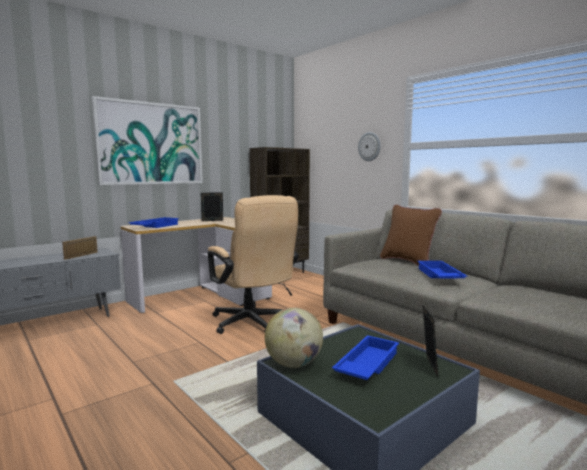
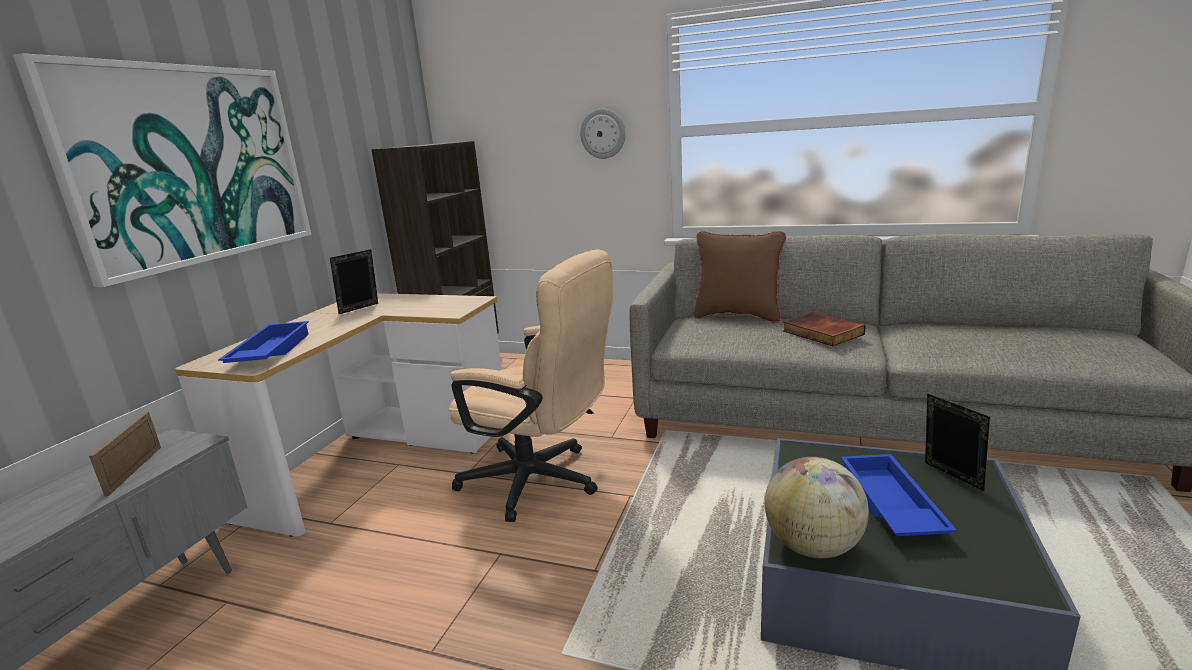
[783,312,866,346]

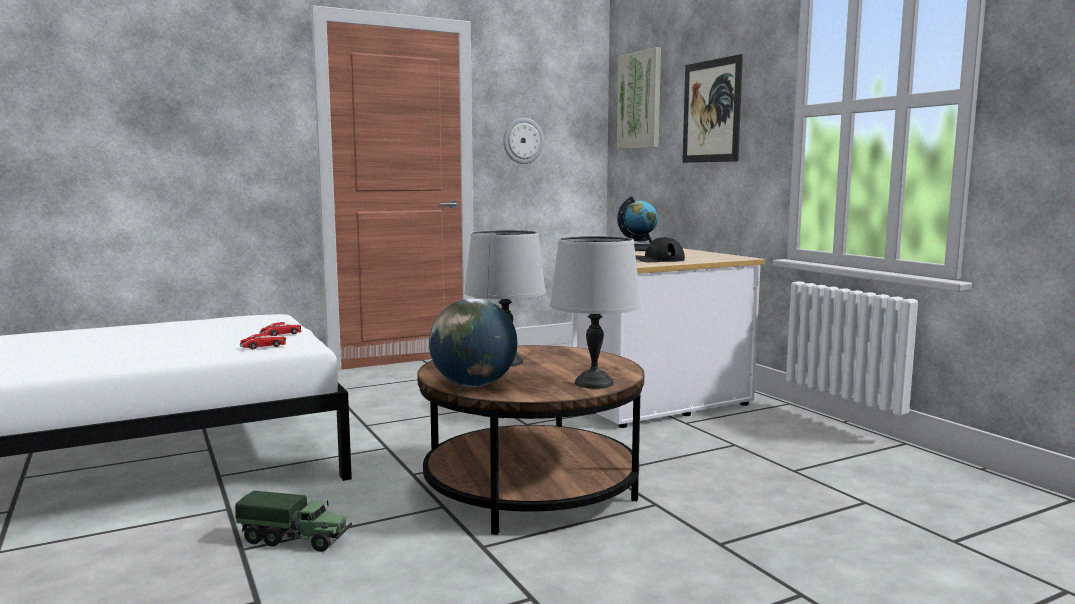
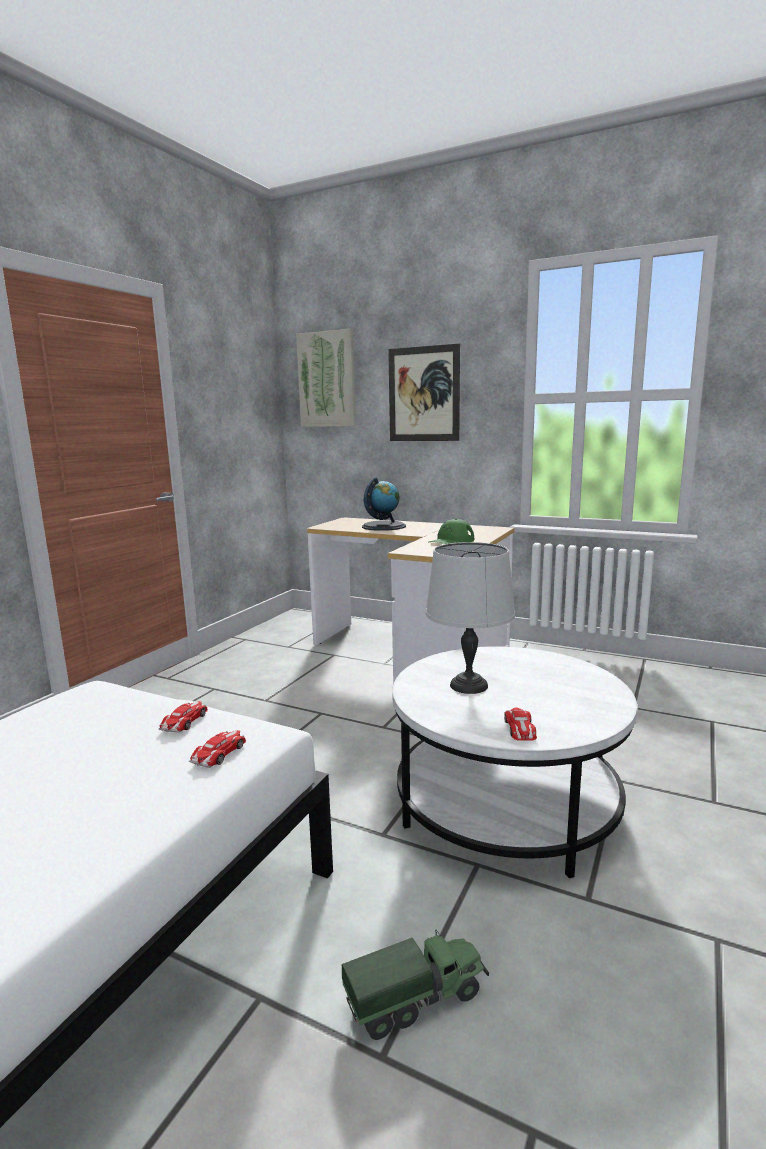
[392,646,637,878]
[429,519,474,544]
[504,707,537,741]
[503,118,544,164] (first image)
[550,236,641,389] (first image)

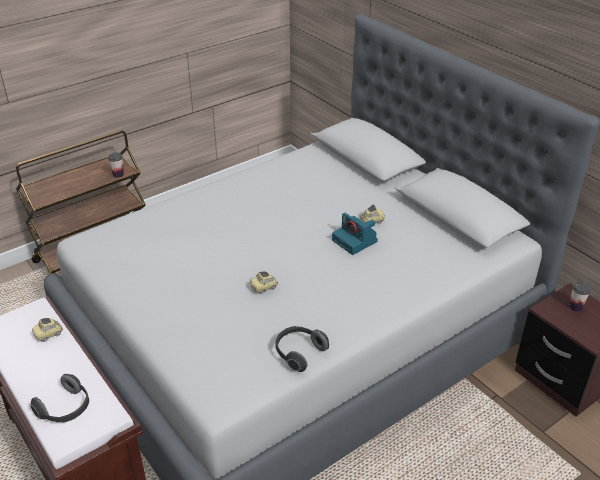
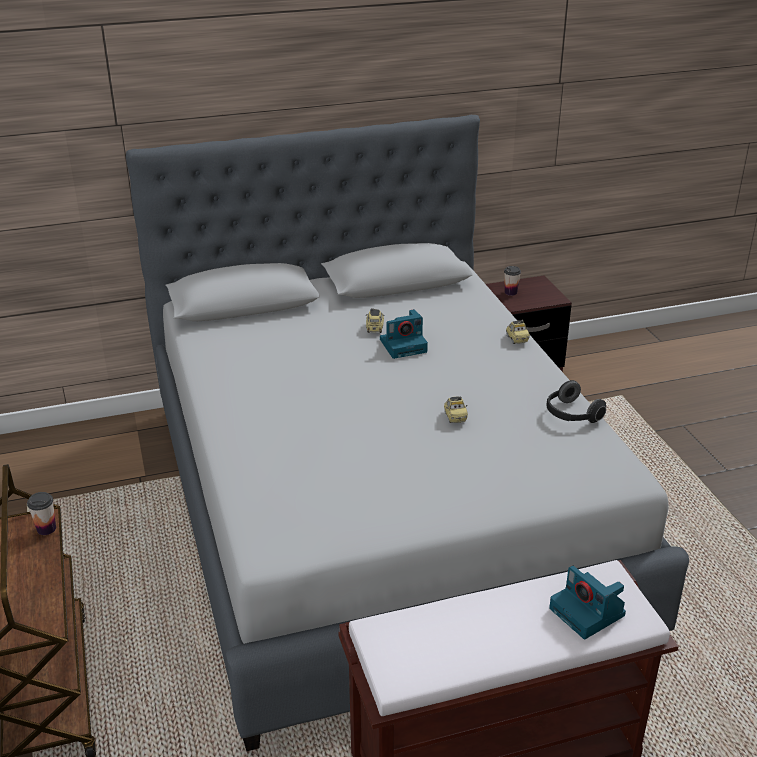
[506,320,530,344]
[549,566,626,639]

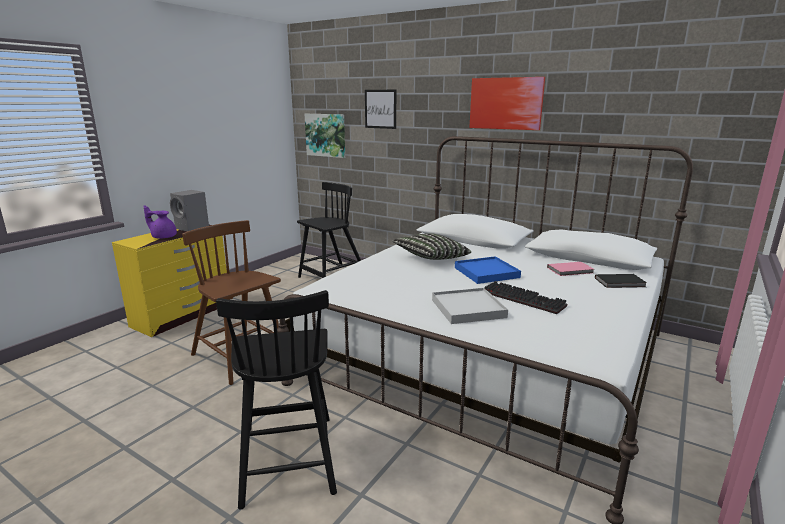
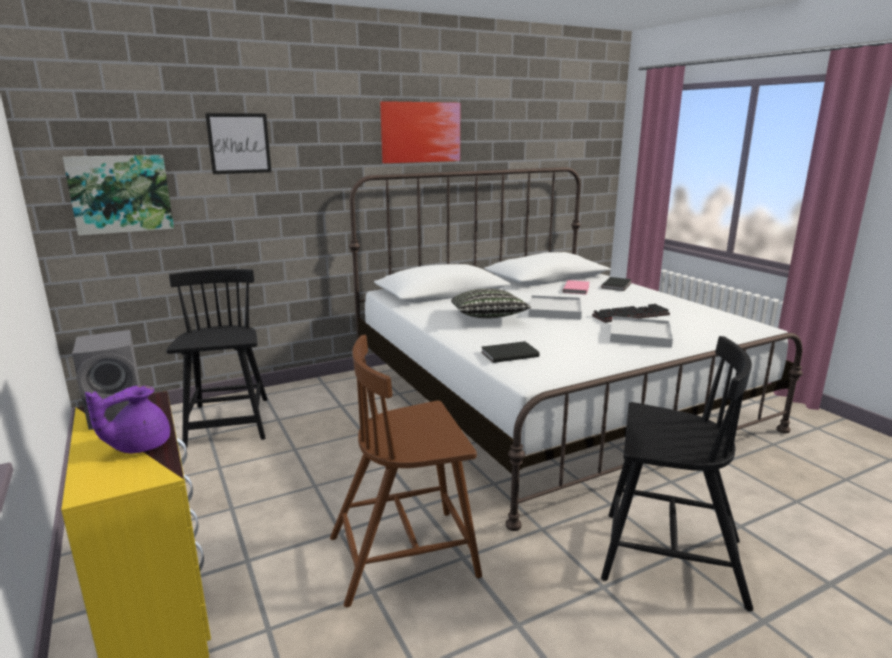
[481,341,539,363]
[528,295,582,320]

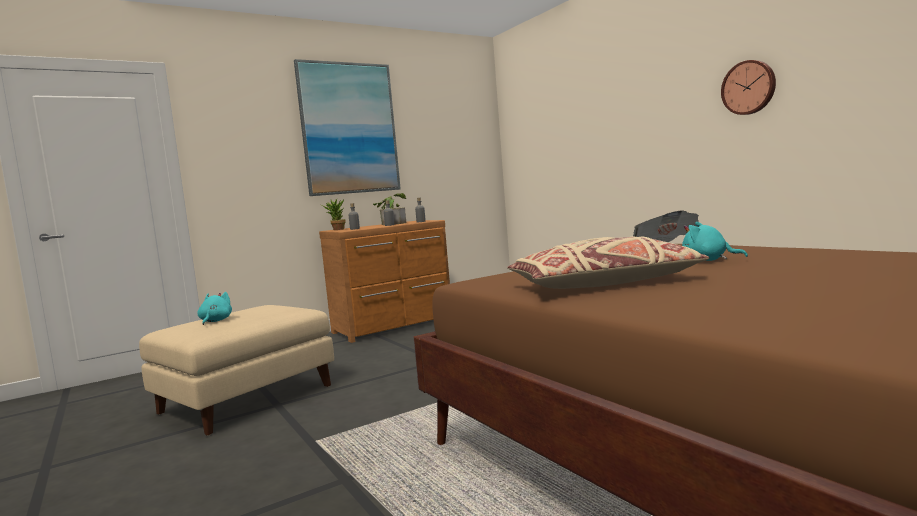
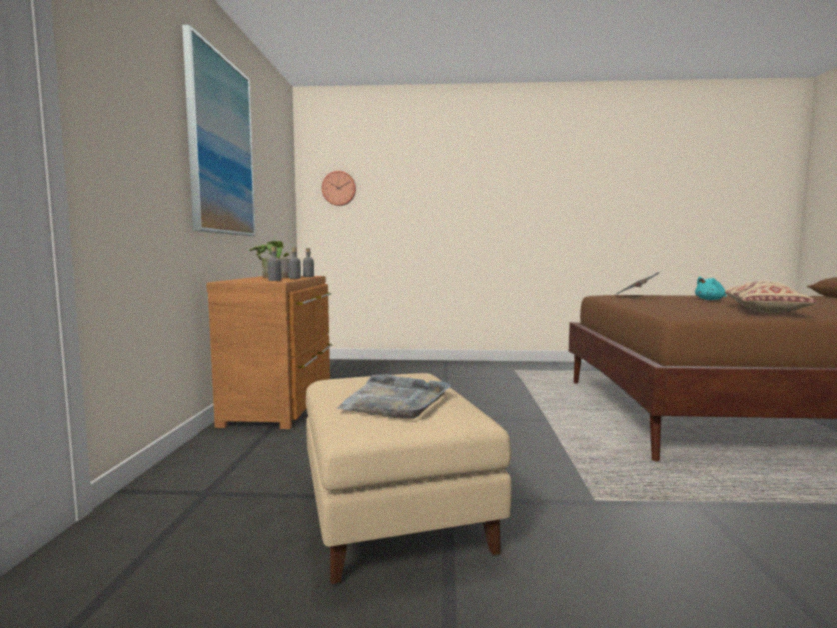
[322,171,356,206]
[336,374,452,419]
[321,198,346,230] (first image)

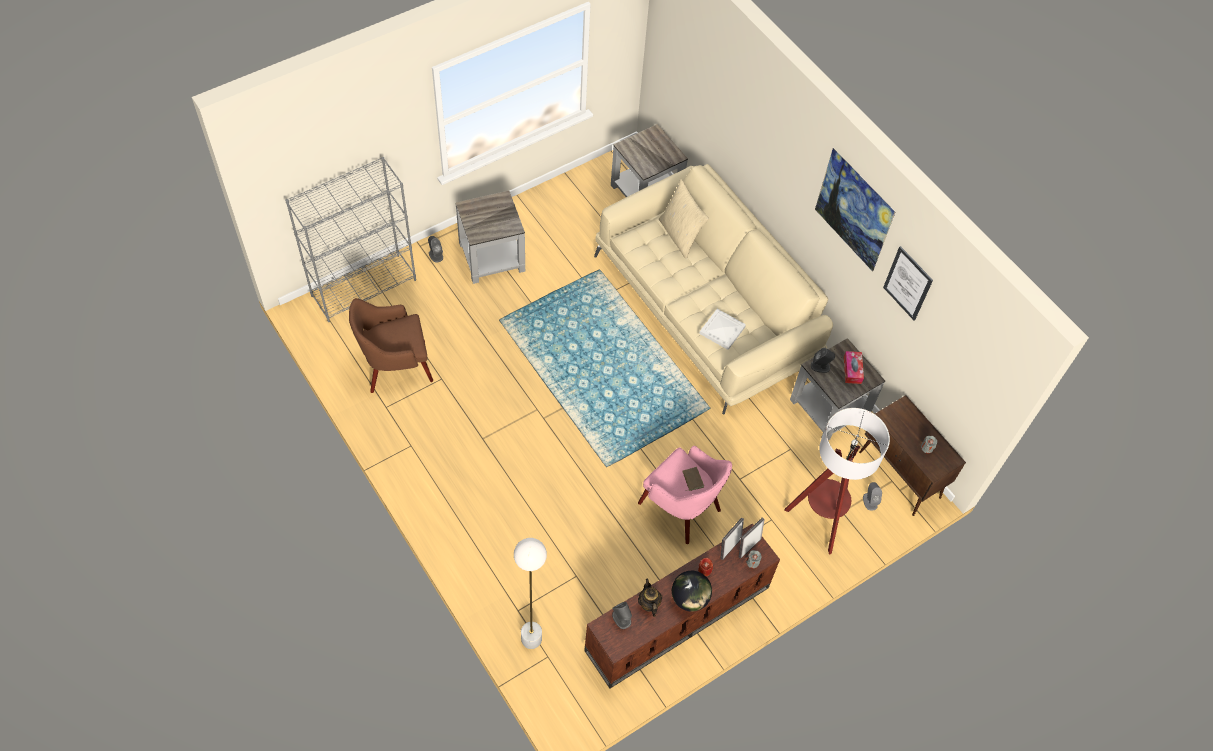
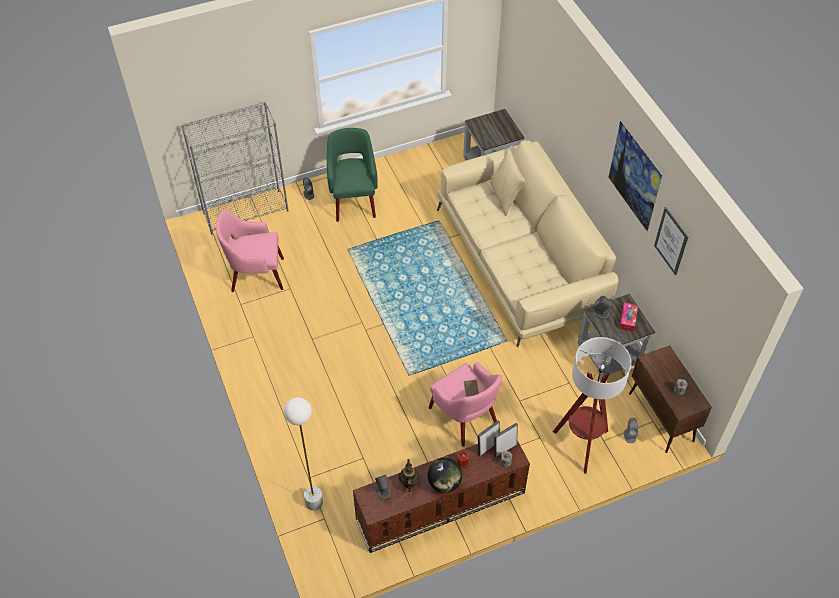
[216,210,284,292]
[327,128,378,222]
[699,309,746,350] (first image)

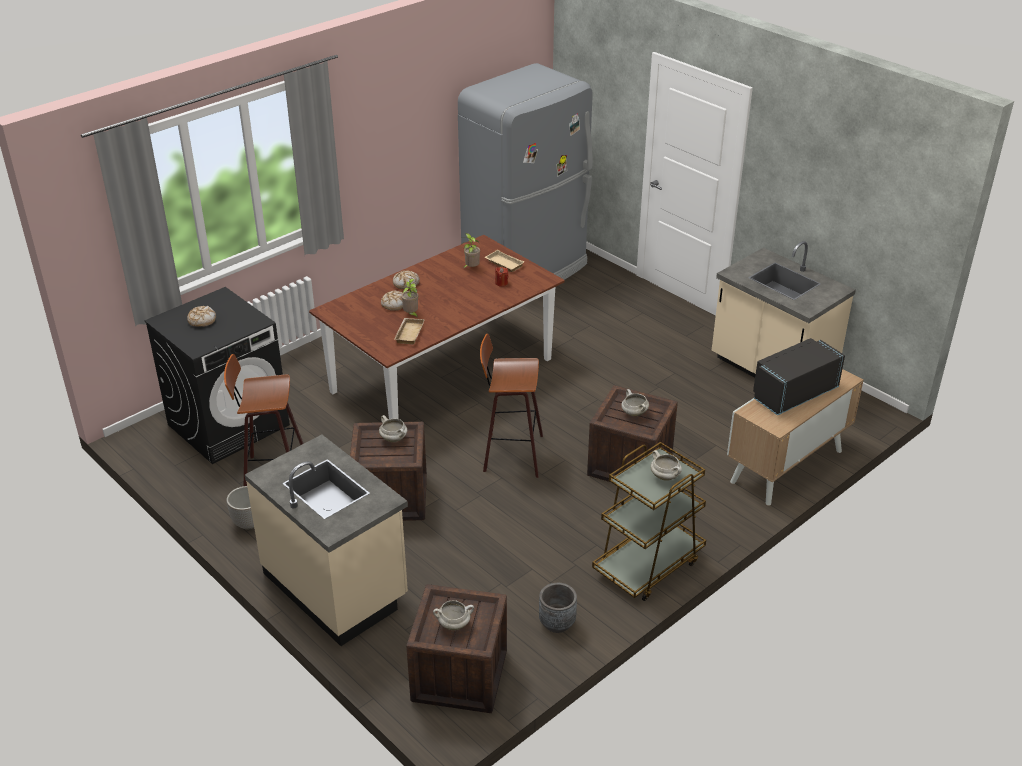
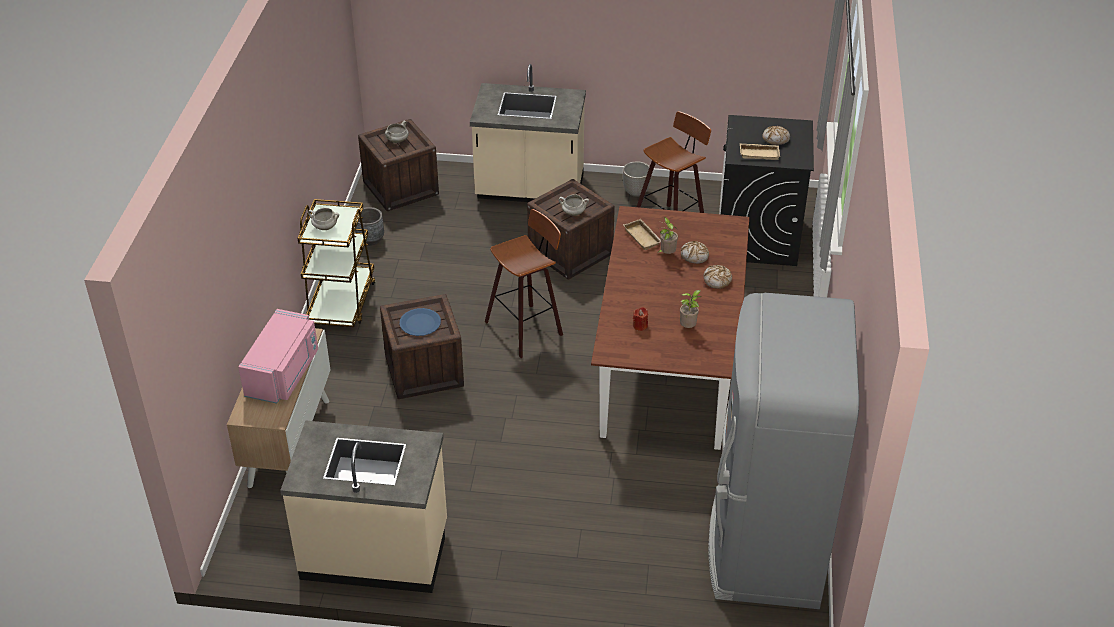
[238,309,318,404]
[400,308,441,336]
[740,143,780,160]

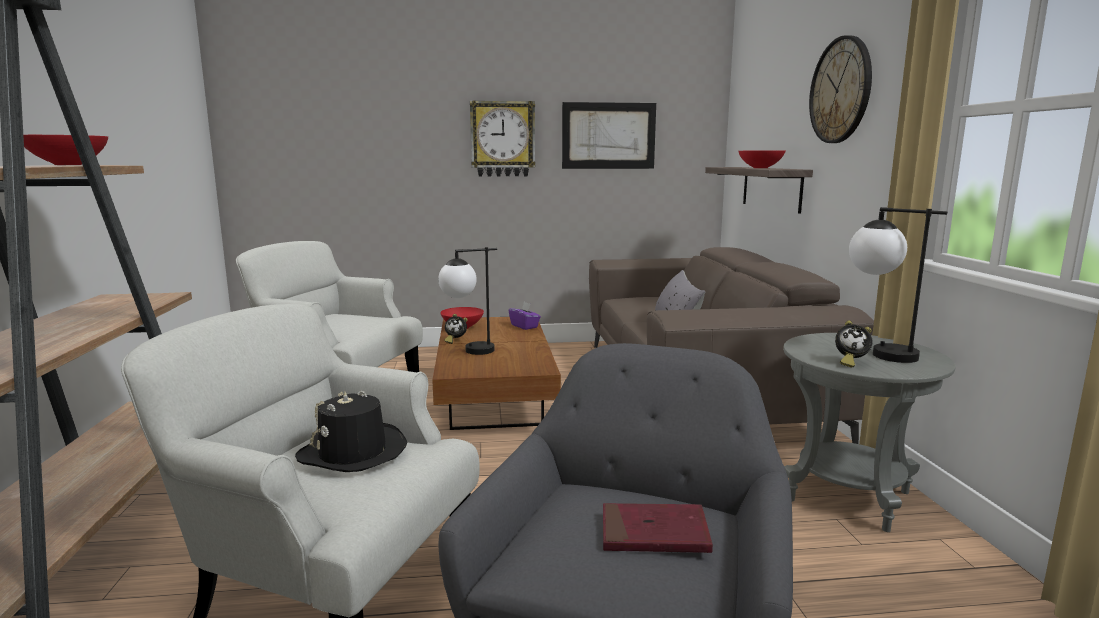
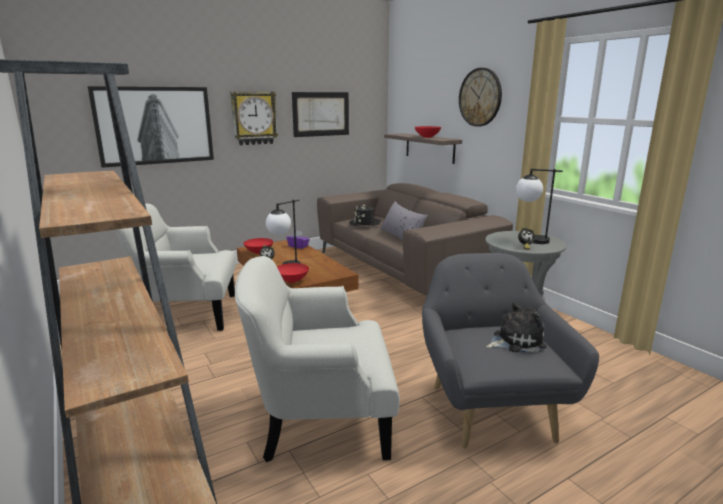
[88,86,214,168]
[277,263,309,283]
[349,205,381,226]
[486,302,546,352]

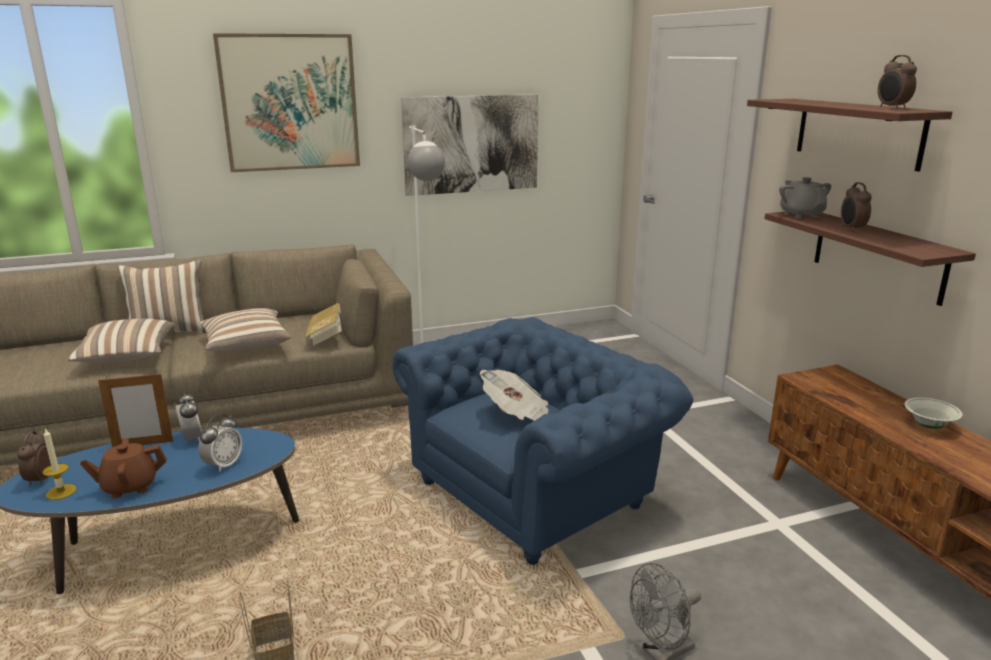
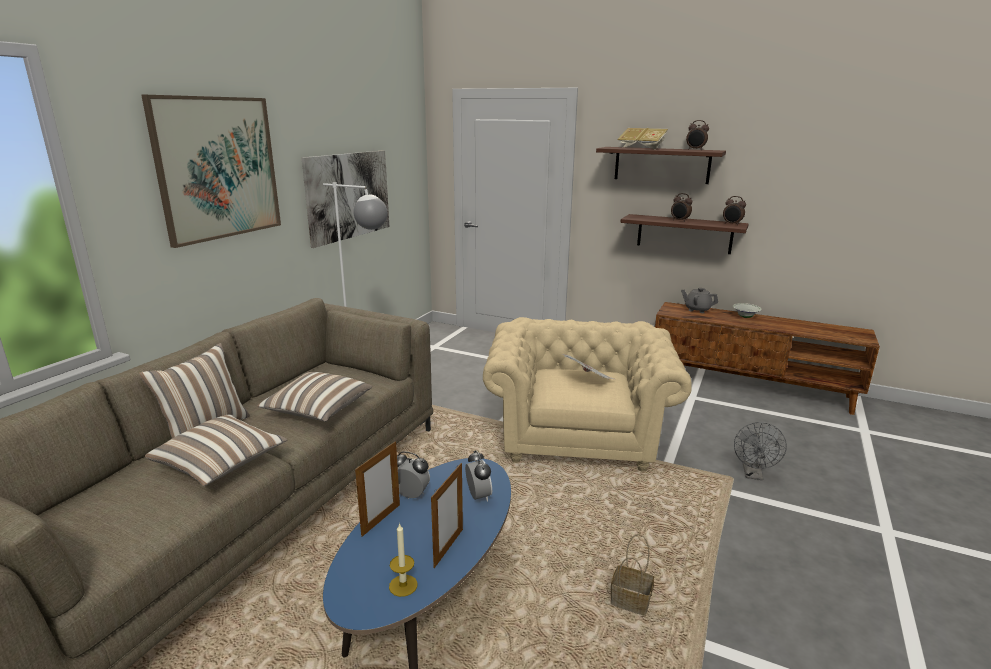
[431,463,463,568]
[483,317,692,472]
[617,128,668,149]
[681,288,718,313]
[723,196,746,225]

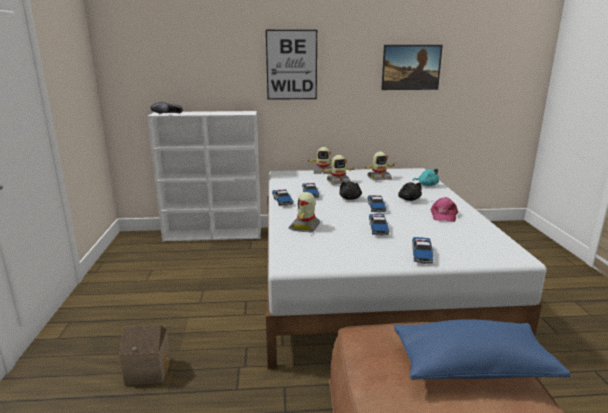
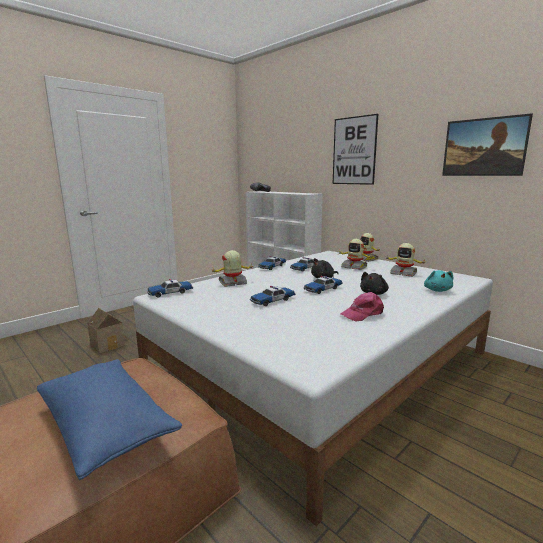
[147,279,193,297]

